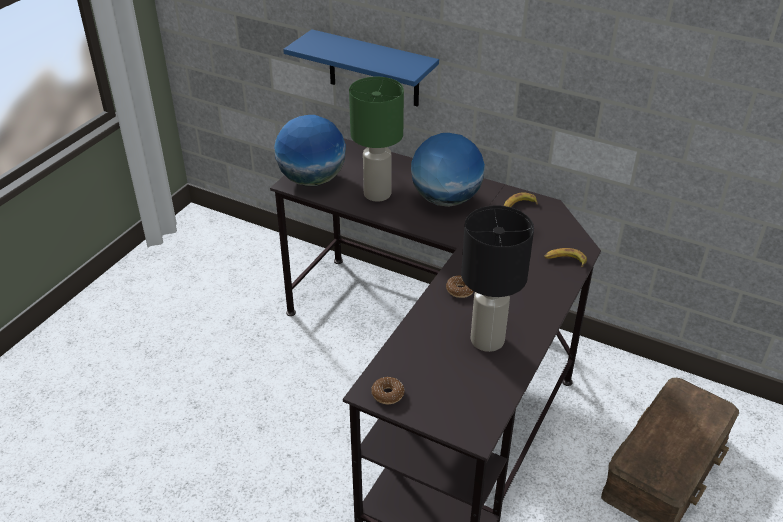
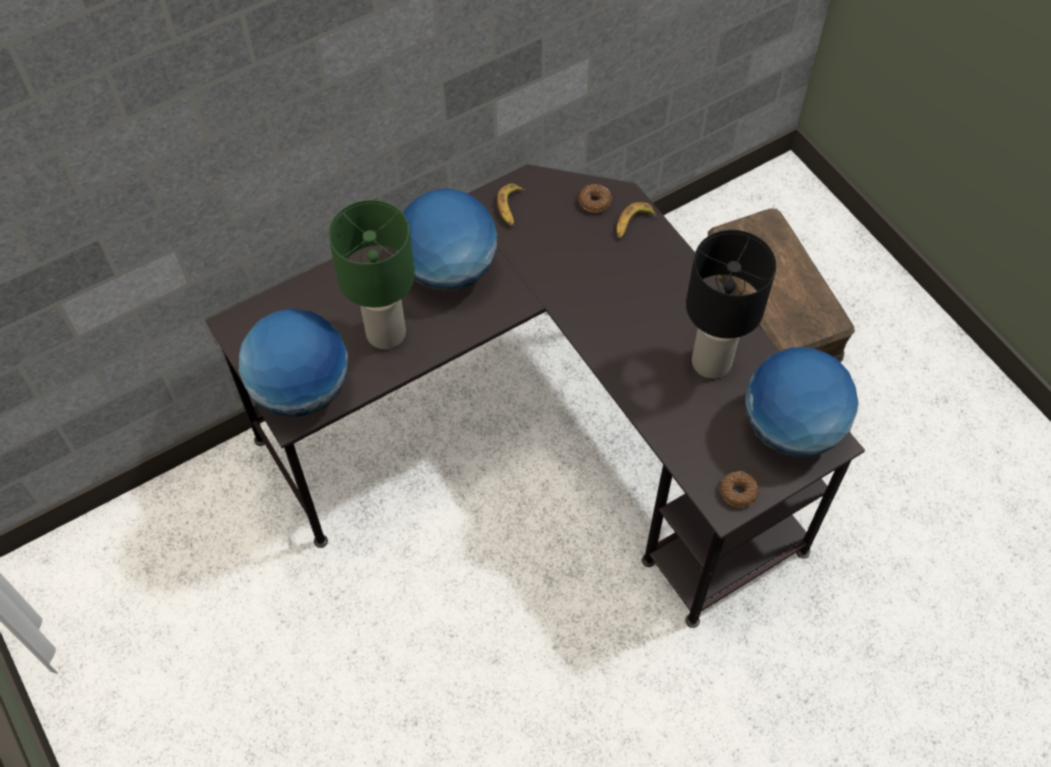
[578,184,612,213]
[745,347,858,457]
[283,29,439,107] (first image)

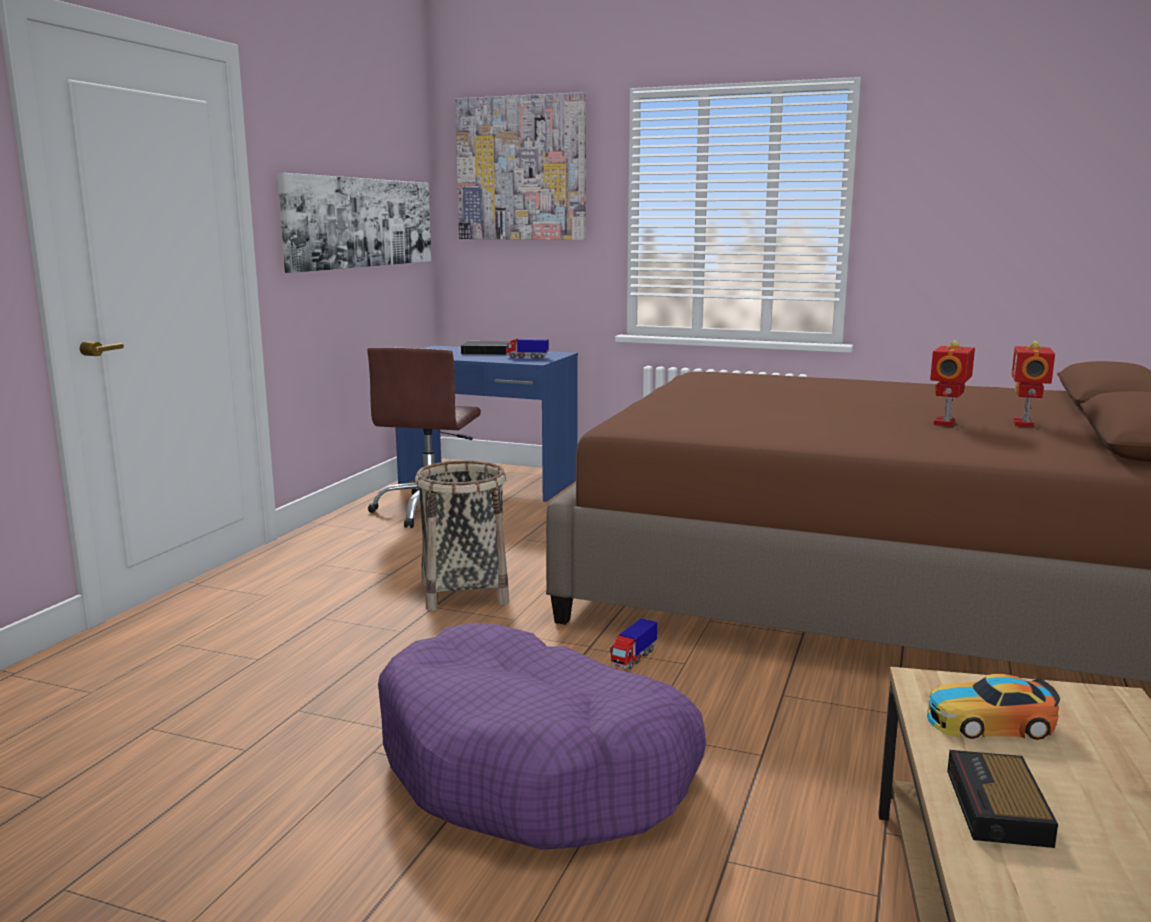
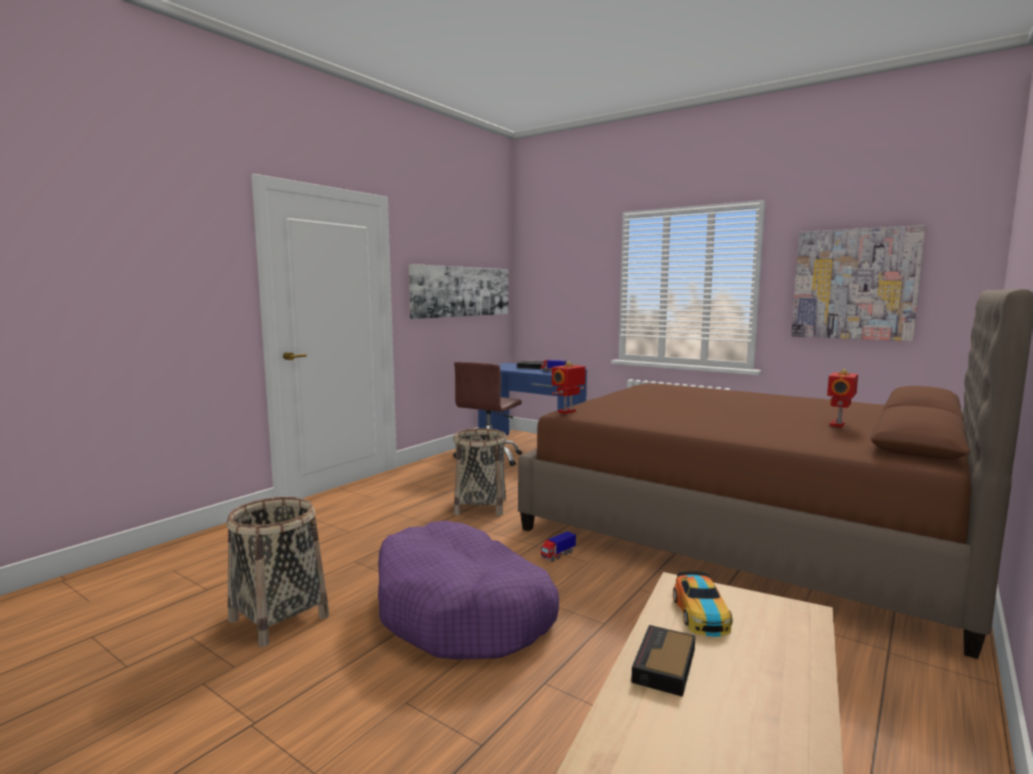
[227,497,329,647]
[552,361,586,414]
[673,571,732,637]
[791,225,926,341]

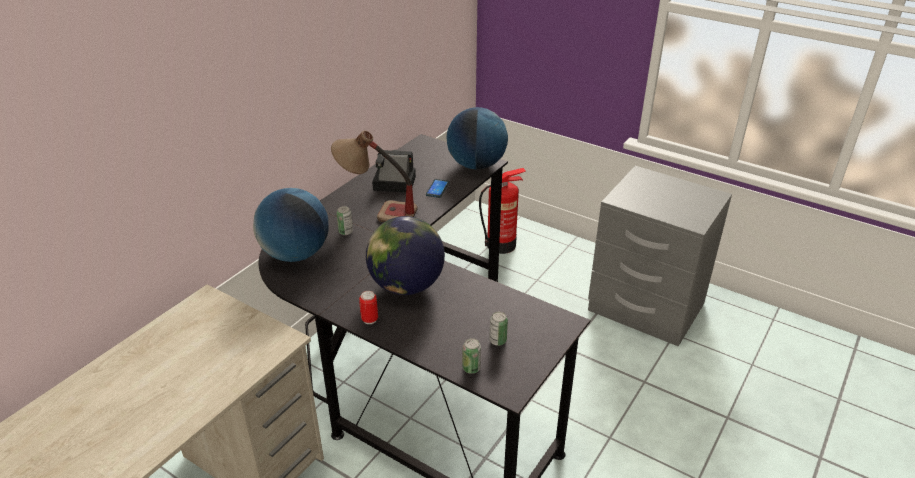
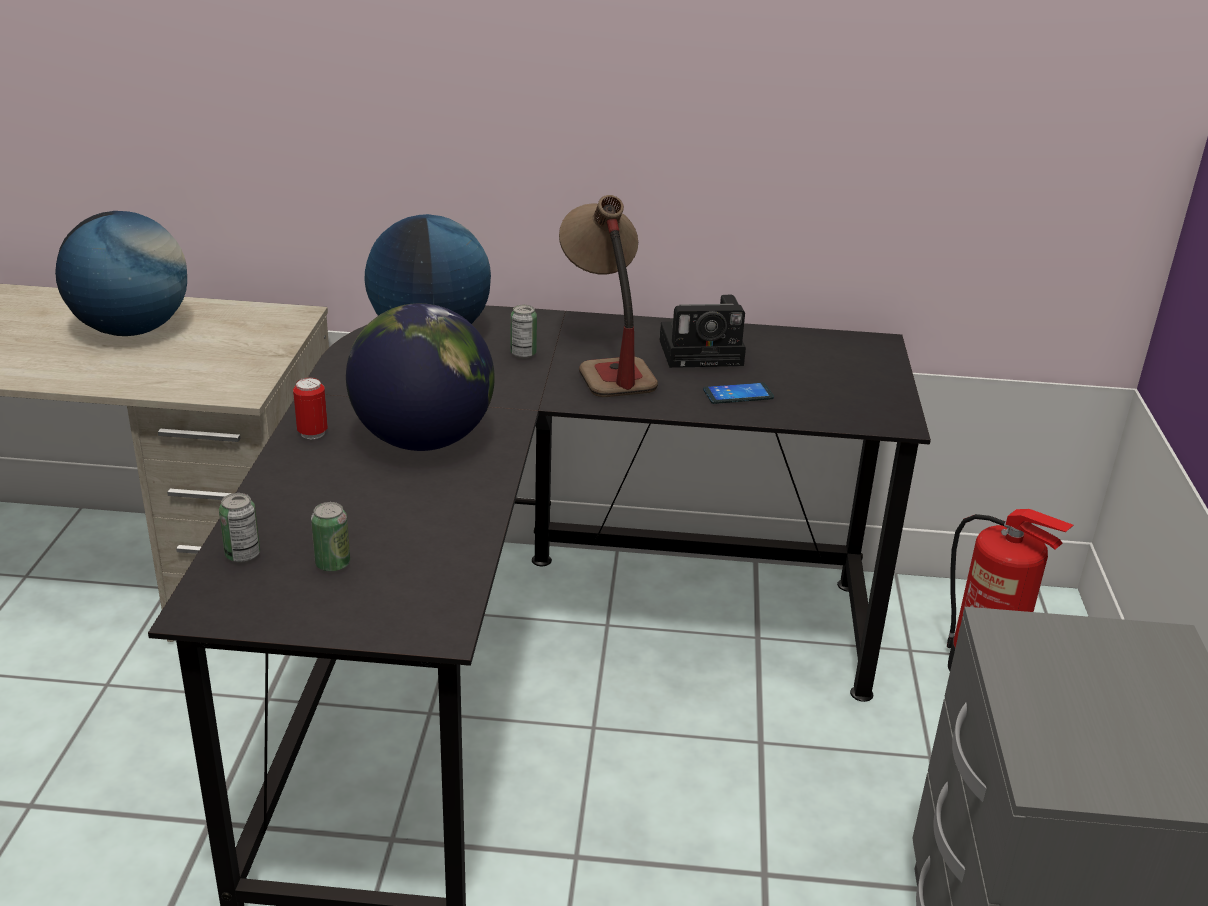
[55,211,187,336]
[660,295,746,368]

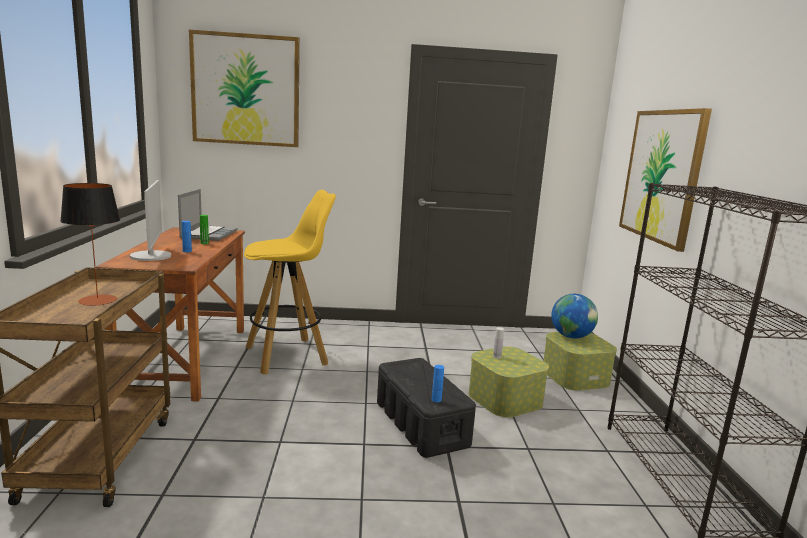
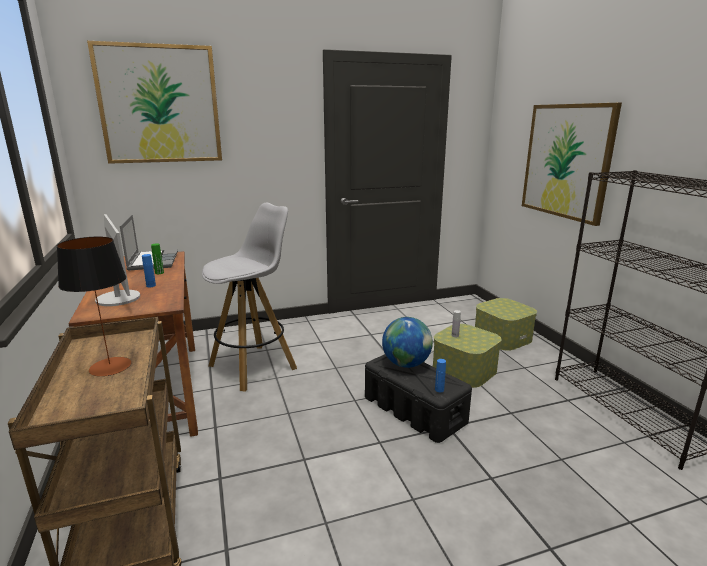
[202,202,297,392]
[382,317,433,368]

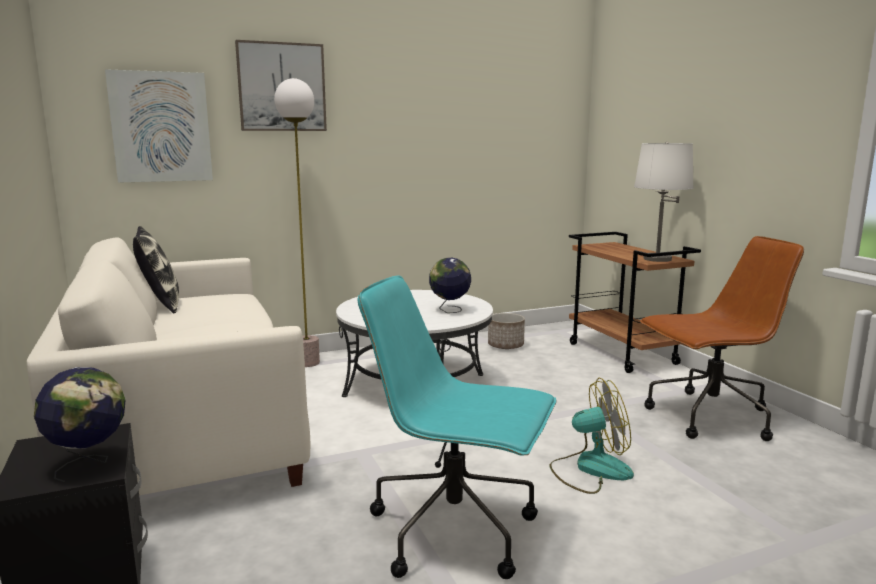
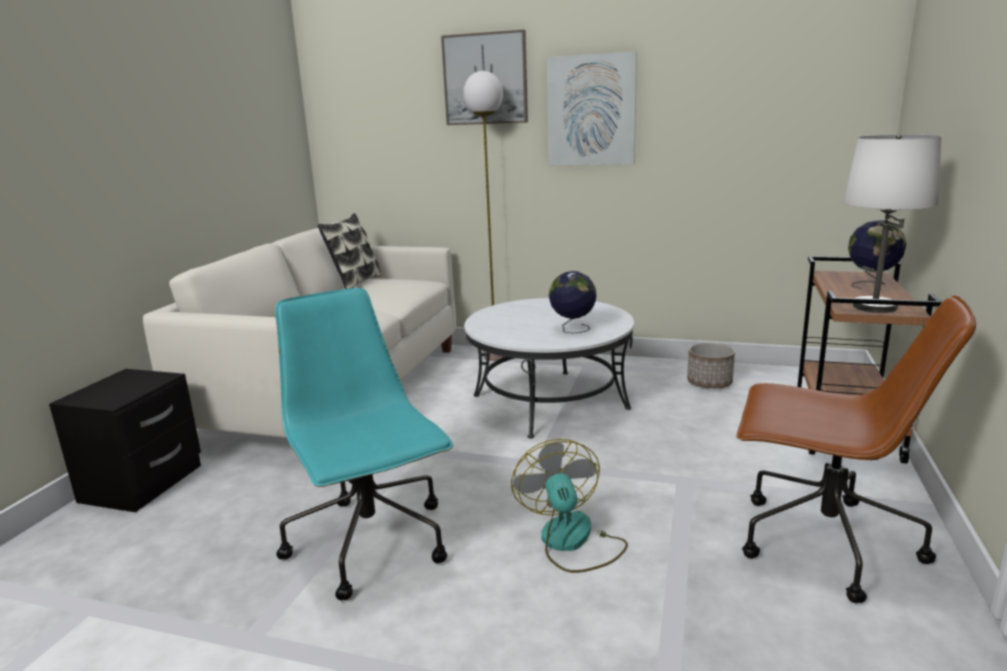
[511,439,628,573]
[547,52,637,165]
[848,220,906,289]

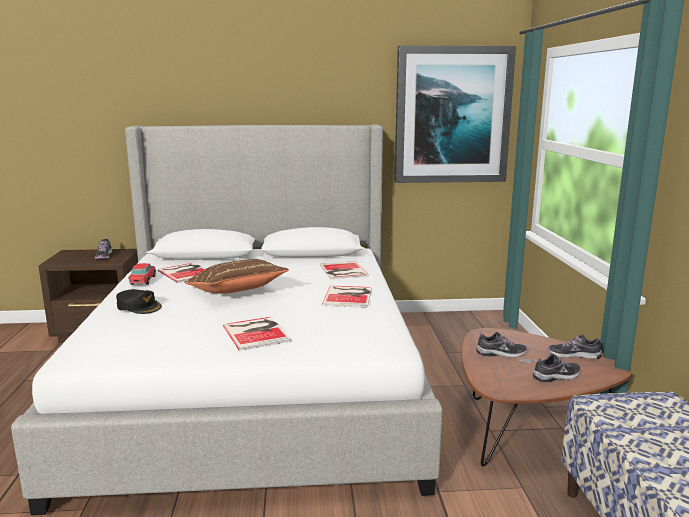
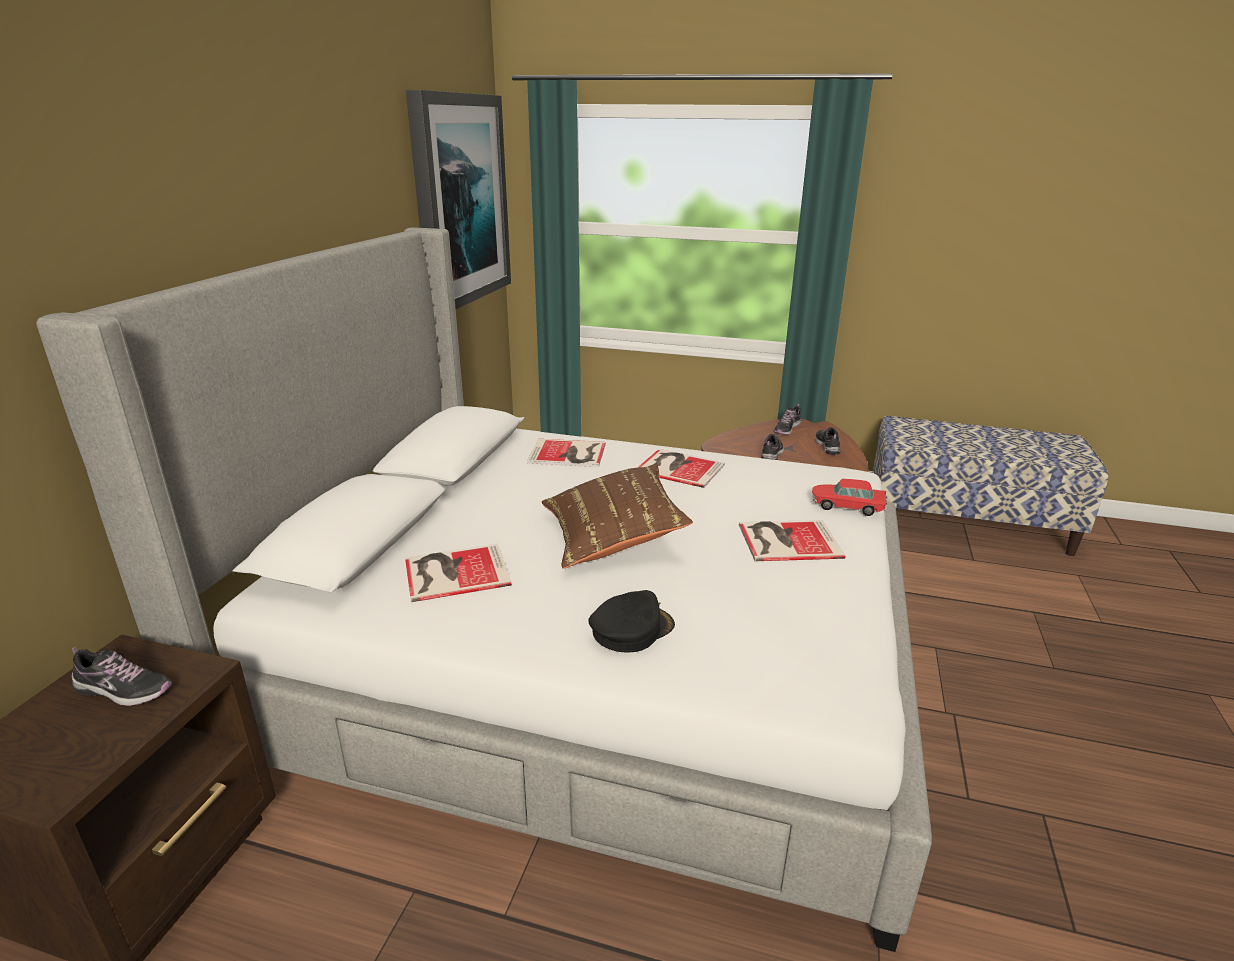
[812,479,887,516]

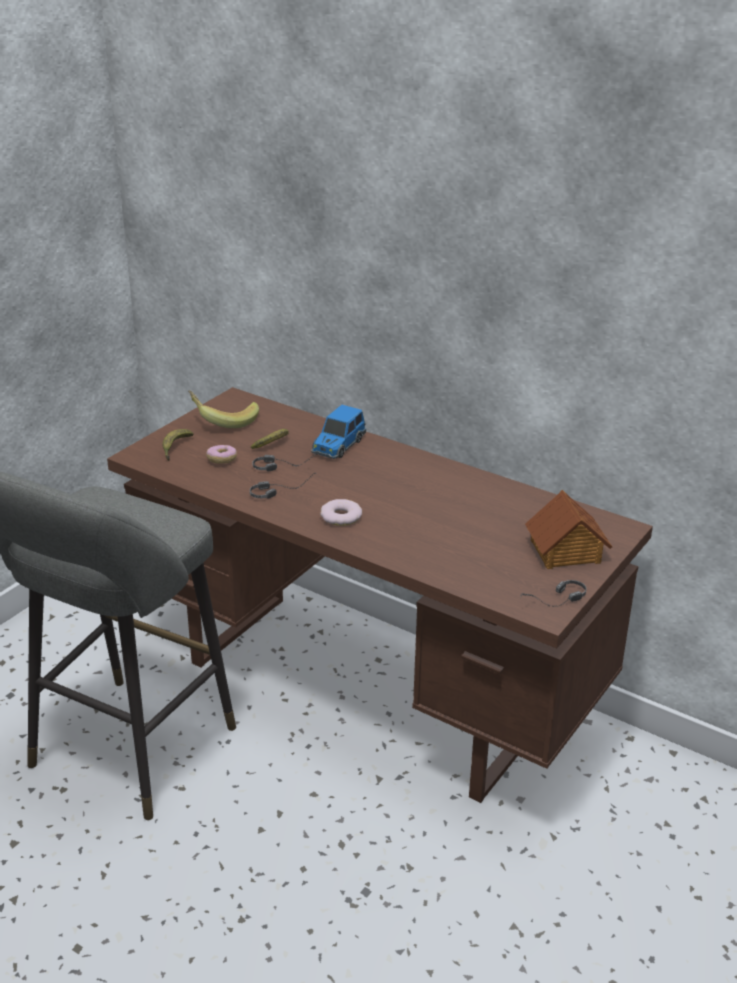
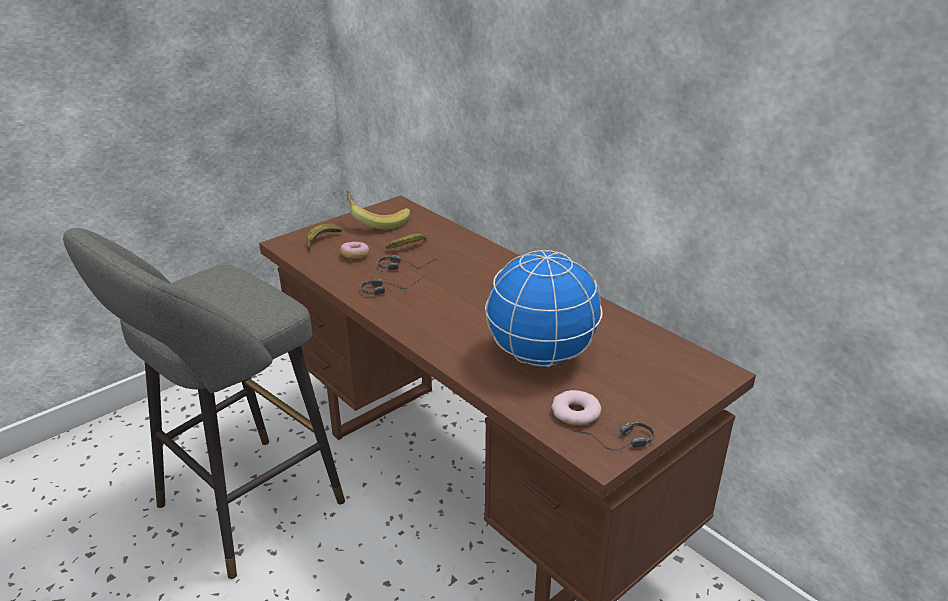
[485,250,603,367]
[551,390,601,425]
[311,405,366,459] (first image)
[525,490,612,569] (first image)

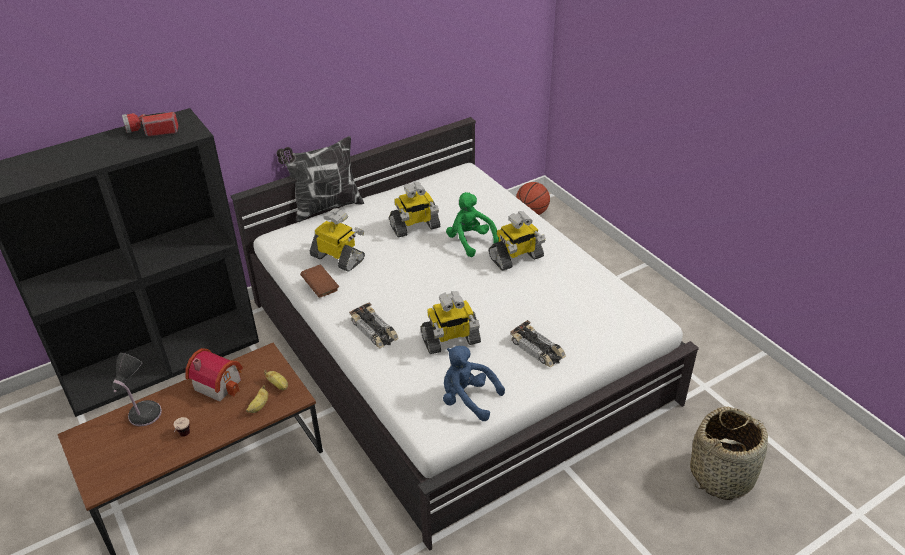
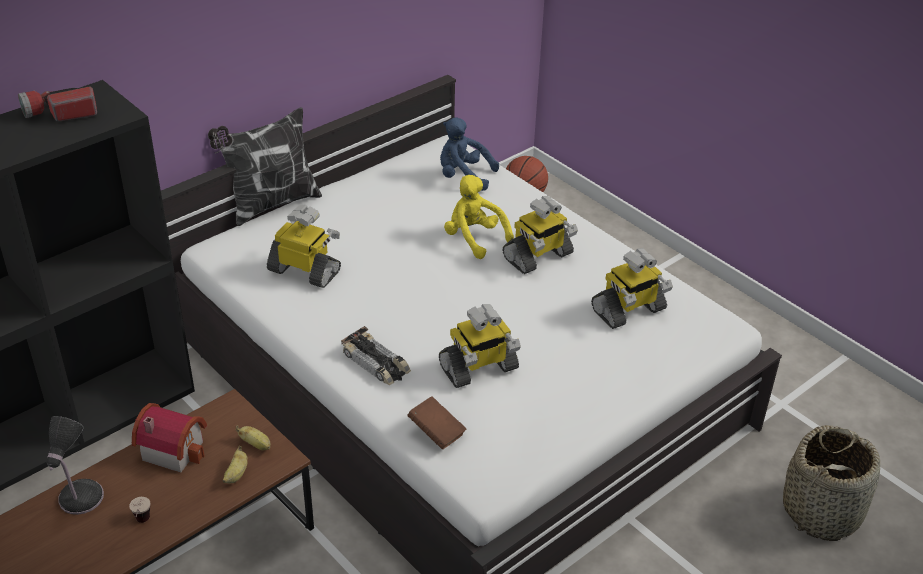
[407,396,467,450]
[440,117,499,191]
[444,175,514,259]
[591,248,673,329]
[510,320,566,367] (first image)

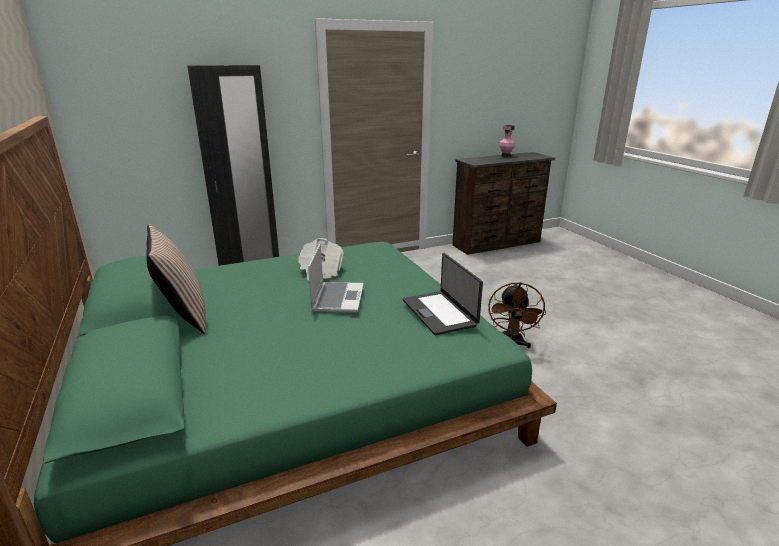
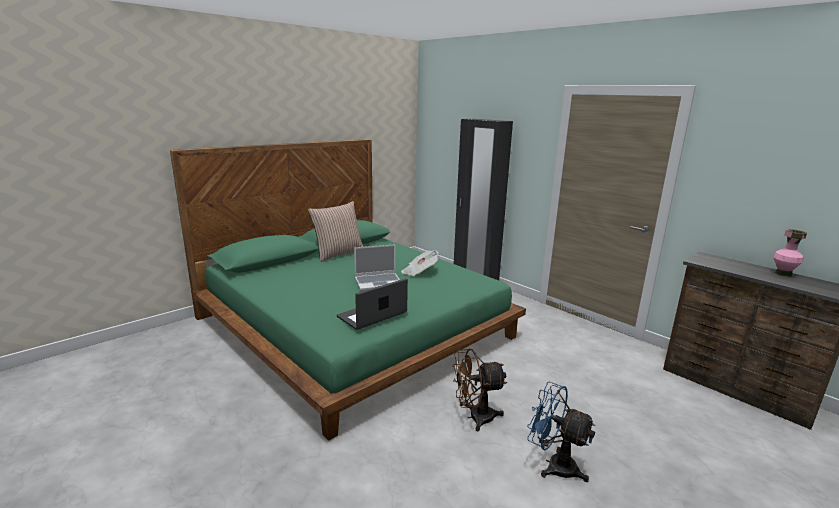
[527,382,595,482]

